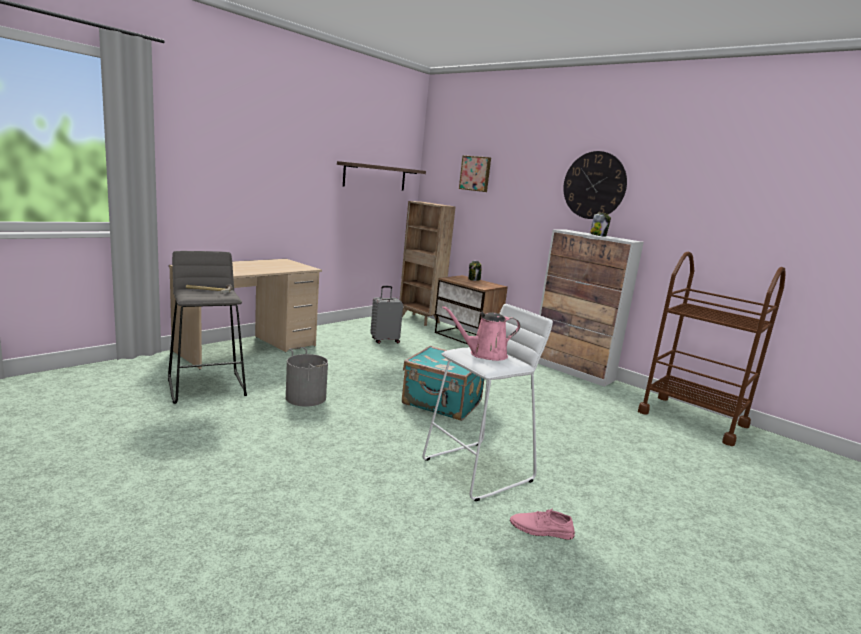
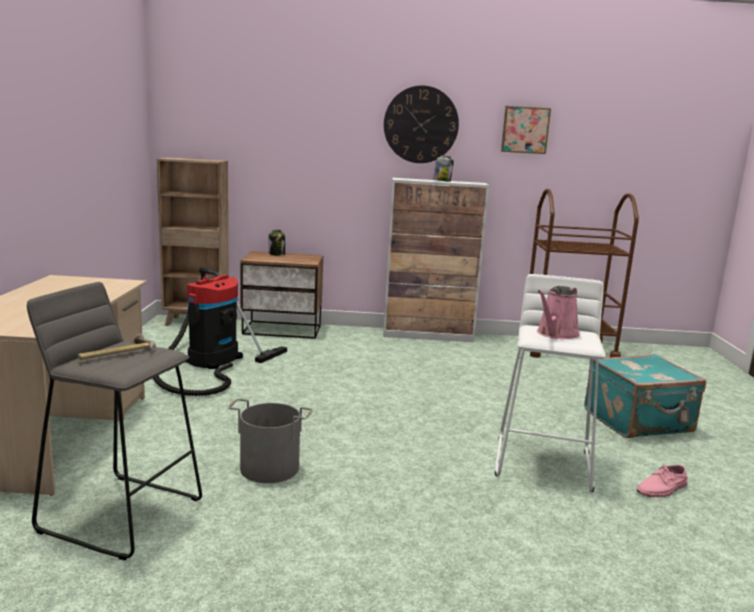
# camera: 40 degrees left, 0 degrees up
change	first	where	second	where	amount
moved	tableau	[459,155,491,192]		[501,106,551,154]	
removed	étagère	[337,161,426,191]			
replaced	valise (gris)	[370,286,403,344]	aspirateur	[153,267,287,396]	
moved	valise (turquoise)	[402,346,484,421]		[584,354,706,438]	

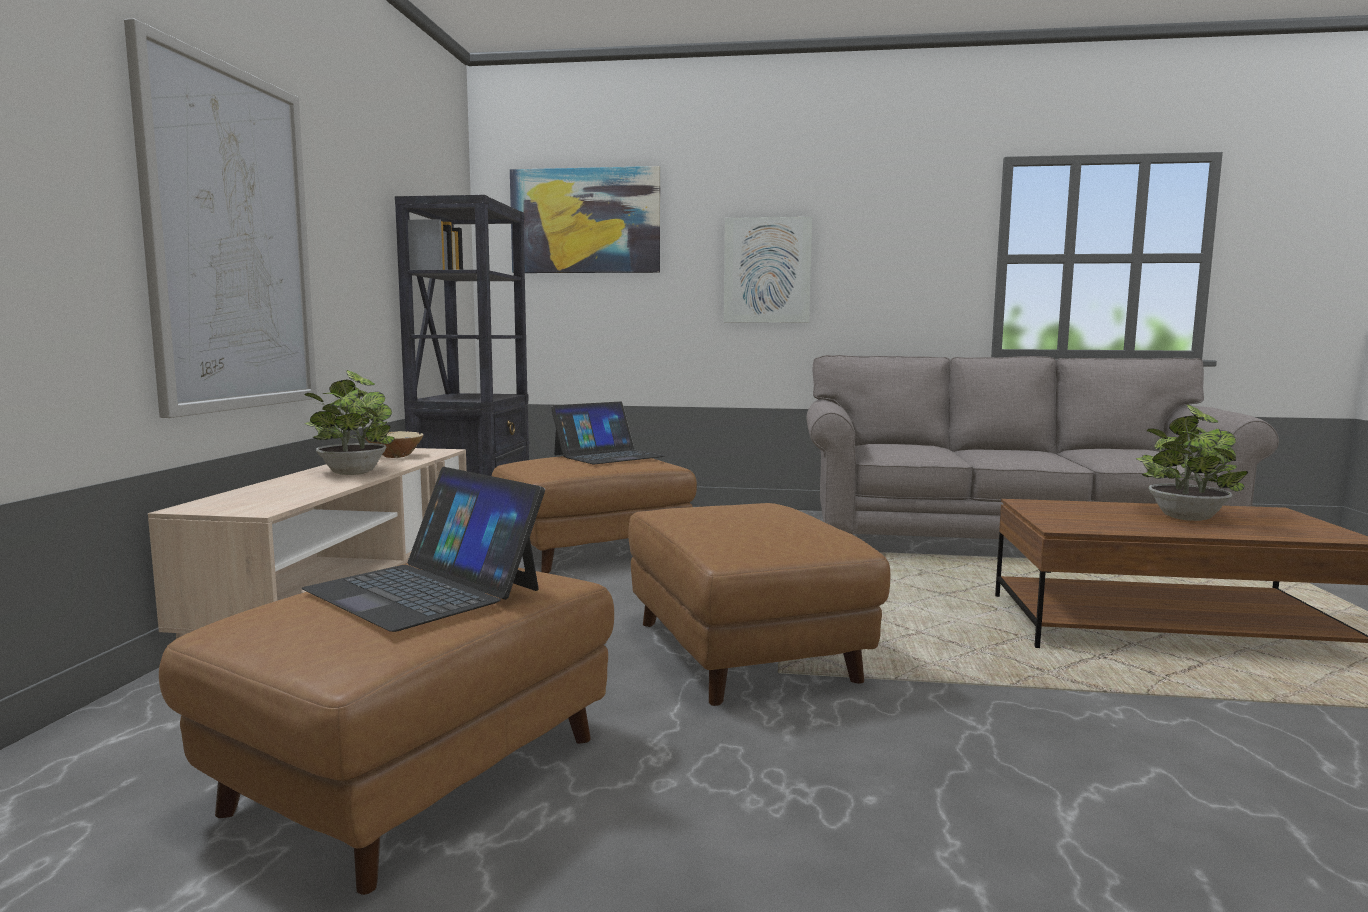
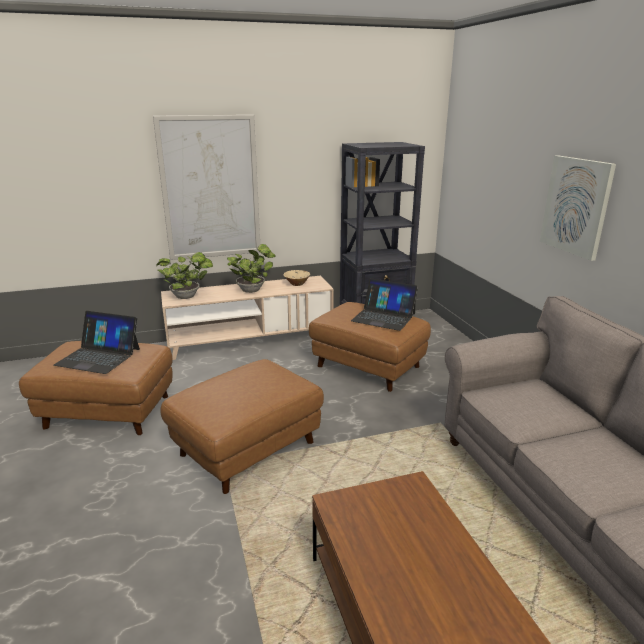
# camera: 65 degrees right, 15 degrees up
change	first	where	second	where	amount
removed	tableau	[510,166,660,273]			
moved	plante en pot	[1136,405,1248,521]		[156,252,213,299]	
turned	ordinateur portable	[302,467,545,632]		[53,311,140,374]	90 degrees counterclockwise

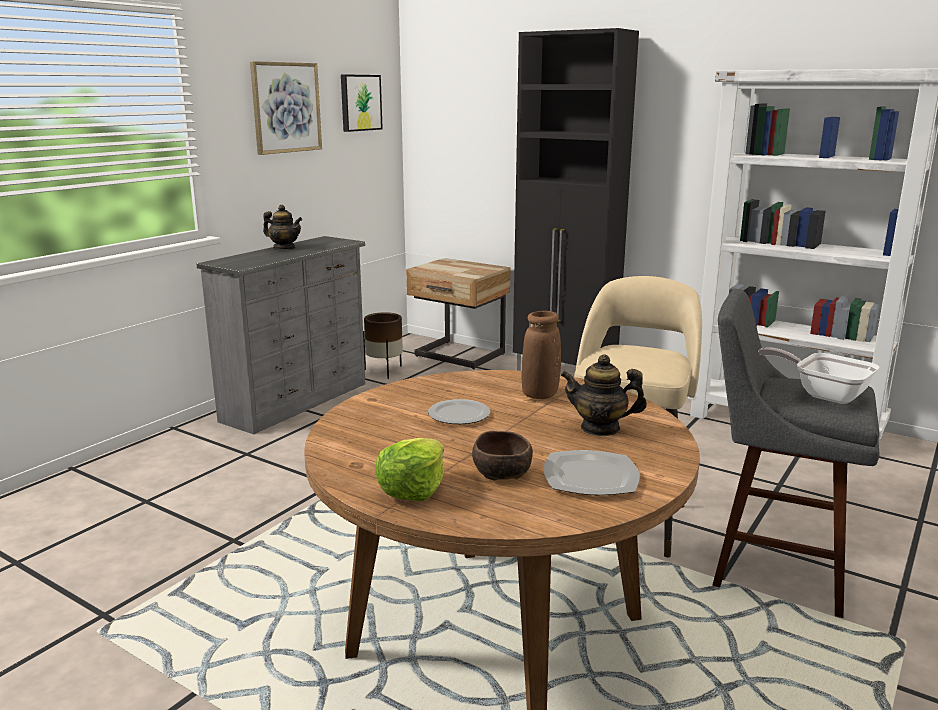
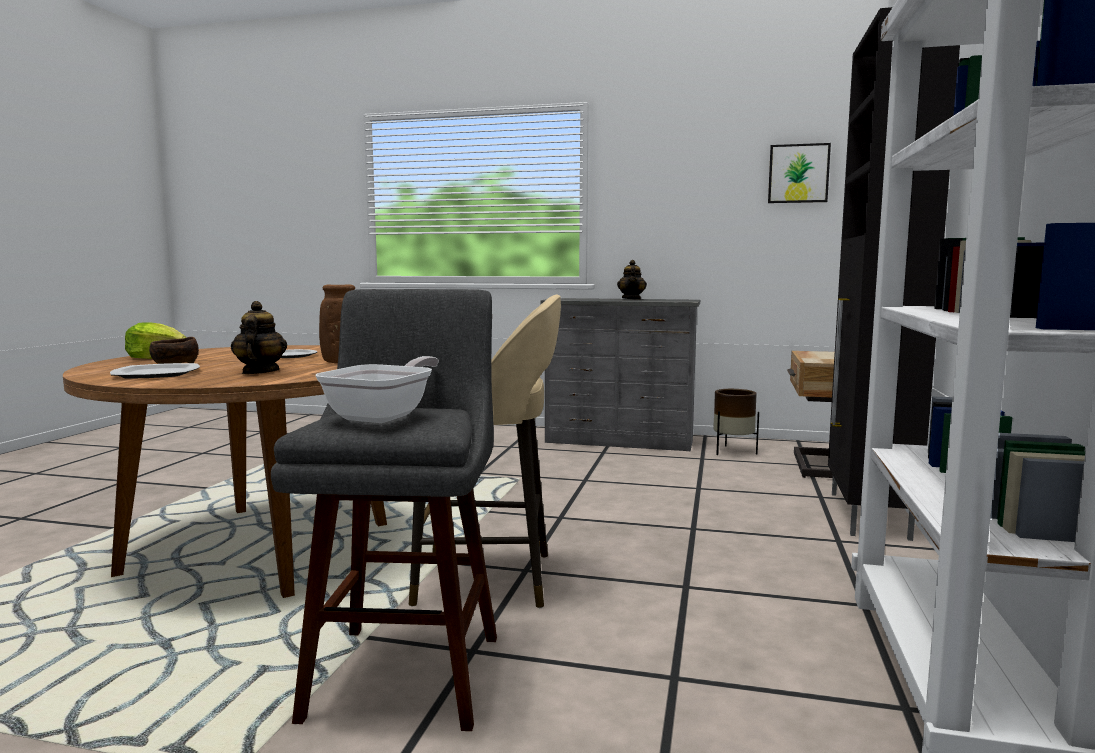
# camera: 70 degrees right, 10 degrees down
change	first	where	second	where	amount
removed	tableau	[250,61,322,155]			

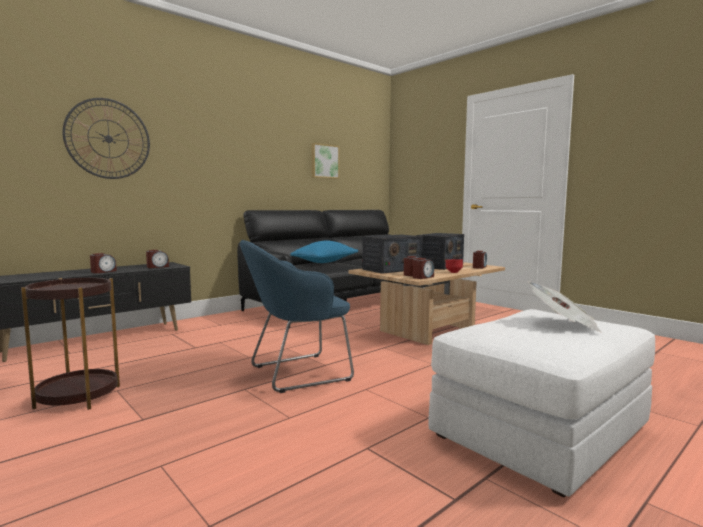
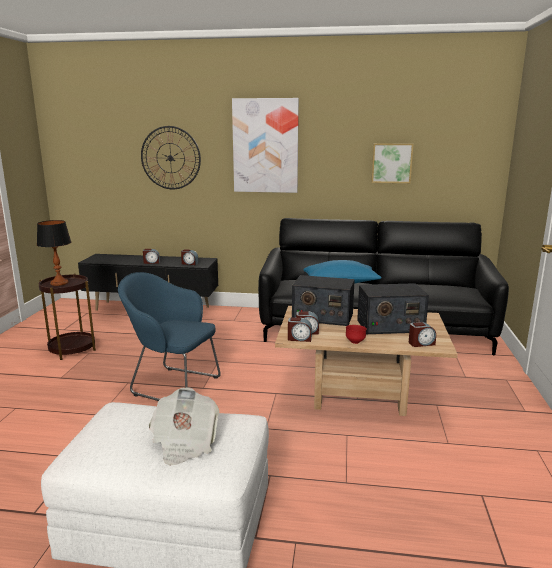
# camera: 50 degrees right, 10 degrees up
change	first	where	second	where	amount
added			tableau	[232,98,299,193]	
added			lampe de table	[37,220,71,286]	

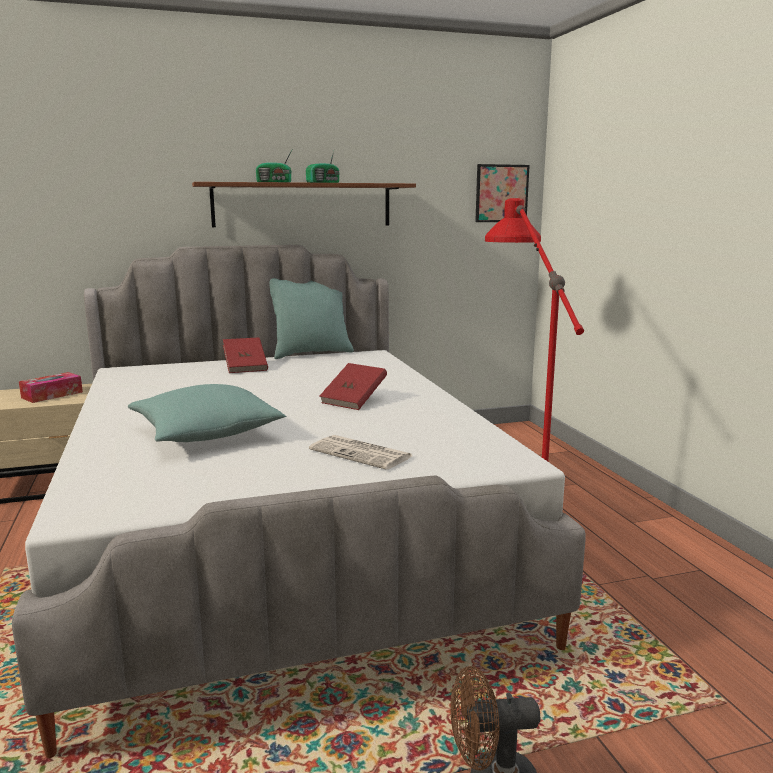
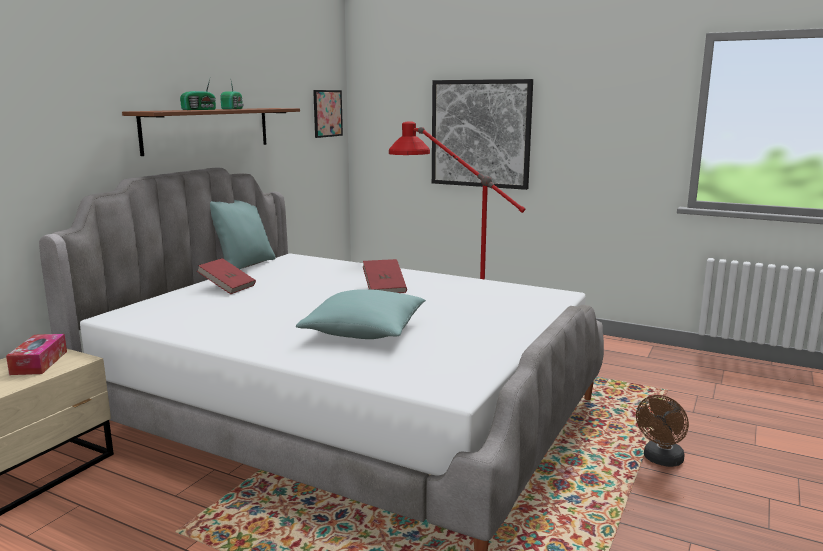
# camera: 45 degrees left, 0 degrees up
change	first	where	second	where	amount
removed	journal	[309,435,412,470]			
added			tableau	[432,79,533,190]	

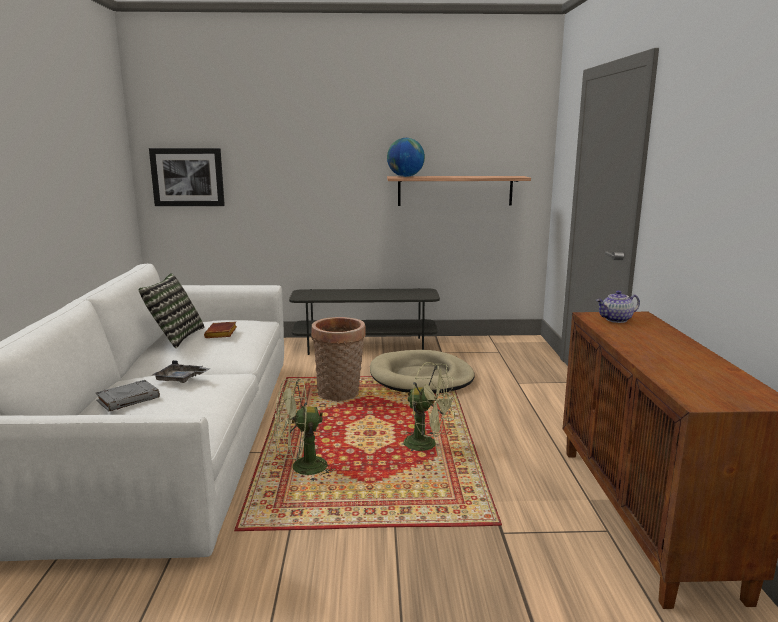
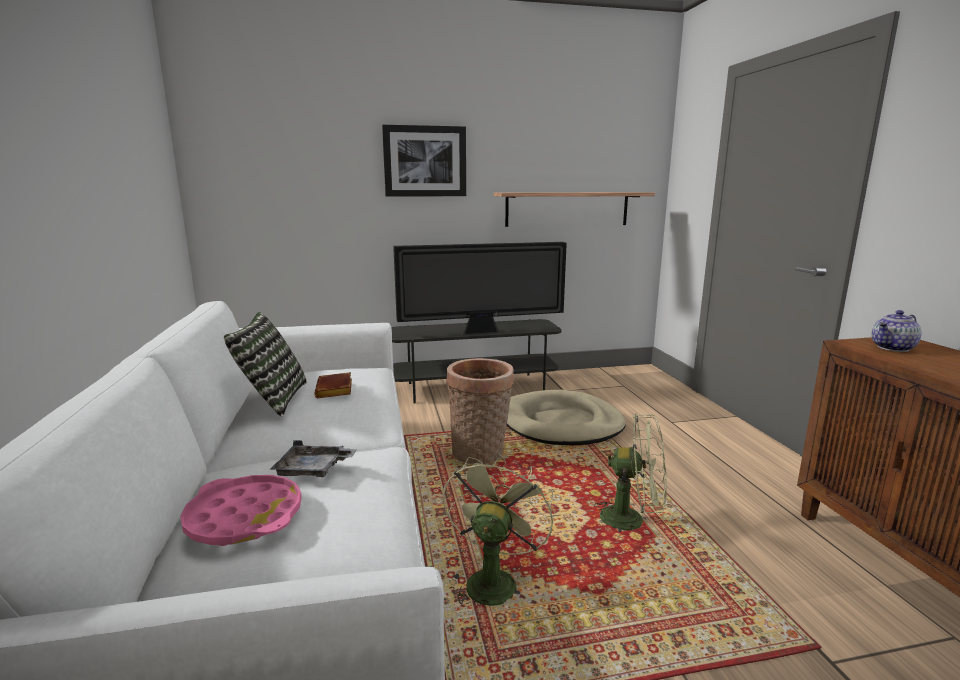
# camera: 10 degrees left, 0 degrees up
change	first	where	second	where	amount
removed	globe	[387,138,425,177]			
moved	tableau	[149,148,225,206]		[382,125,466,197]	
turned	ventilateur (vert)	[274,379,335,482]		[443,453,553,607]	135 degrees clockwise
replaced	livre (gris)	[96,380,160,411]	plateau (rose)	[180,475,302,546]	
added			téléviseur	[393,242,567,335]	

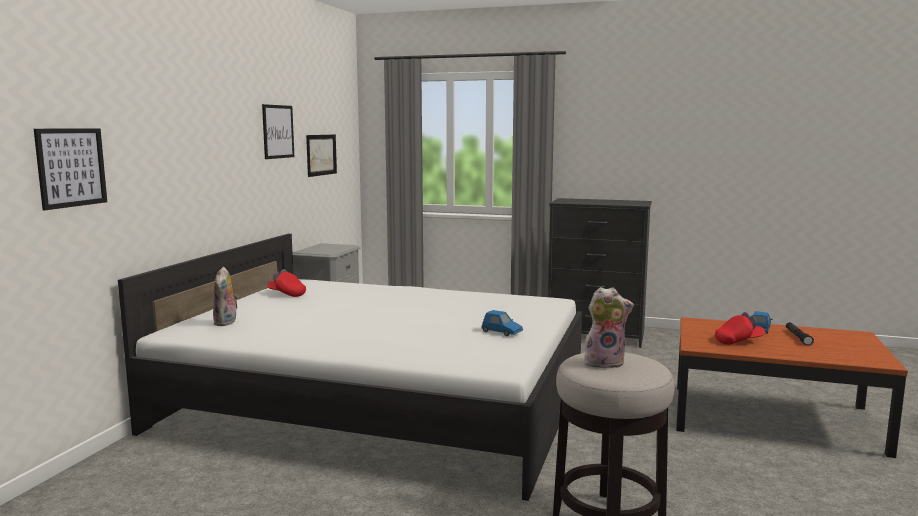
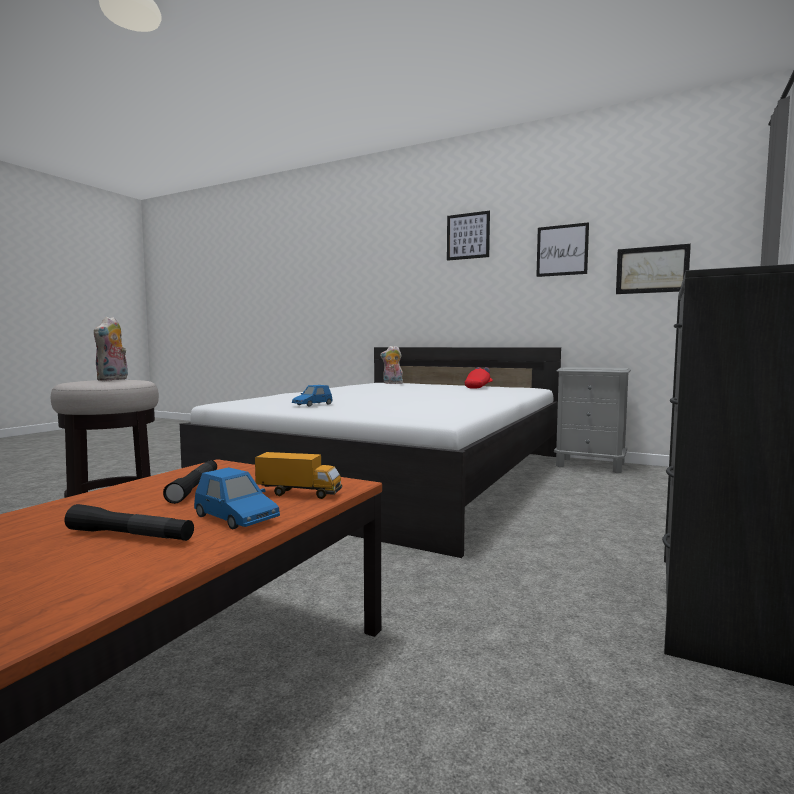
# camera: 100 degrees right, 5 degrees down
change	first	where	second	where	amount
moved	tableau	[34,128,107,210]		[447,211,490,261]	
replaced	casquette (rouge)	[715,312,765,345]	lampe de poche (noir)	[163,460,217,504]	
added			camion jouet	[255,452,342,499]	

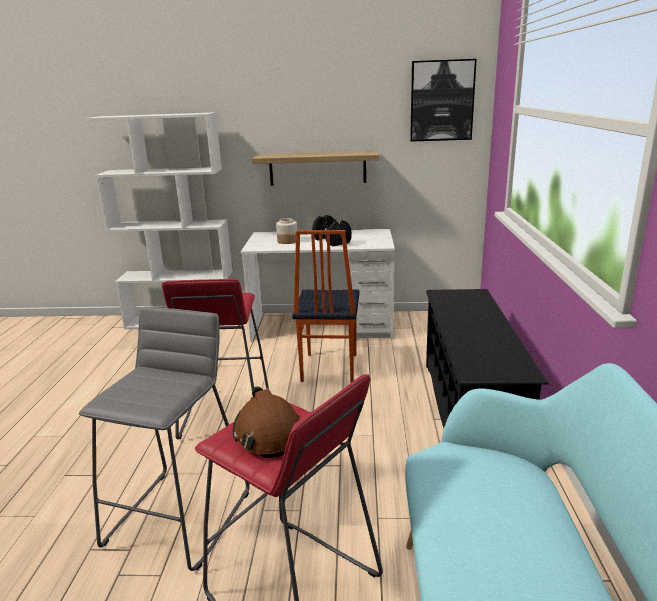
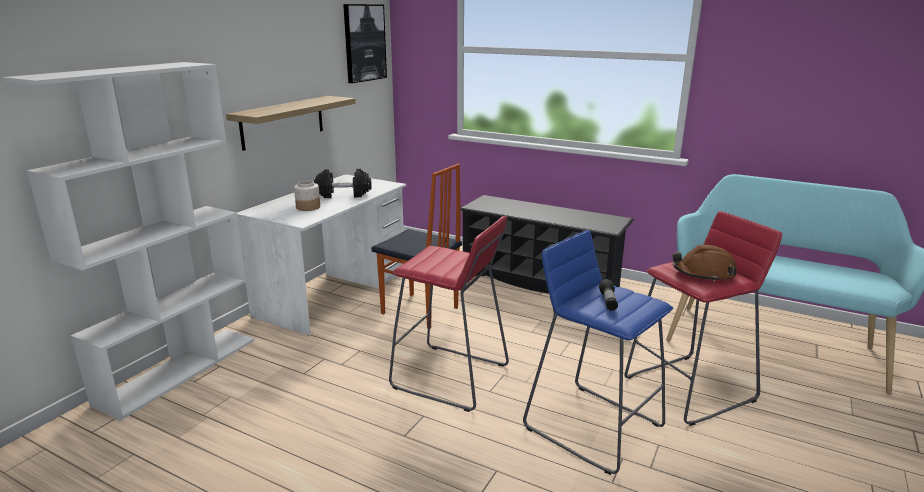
# camera: 65 degrees left, 0 degrees up
change	first	where	second	where	amount
recoloured	tabouret (gris)	[79,306,250,571]	tabouret (bleu)	[523,230,673,475]	
added			lampe de poche	[599,279,618,311]	

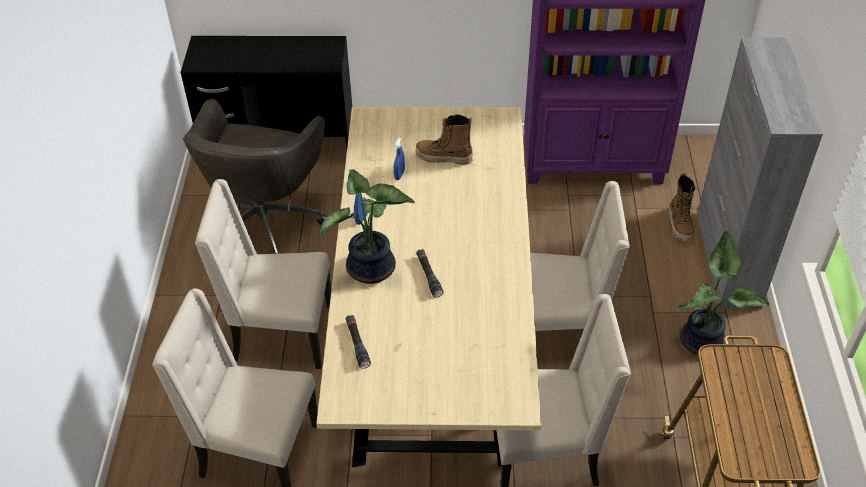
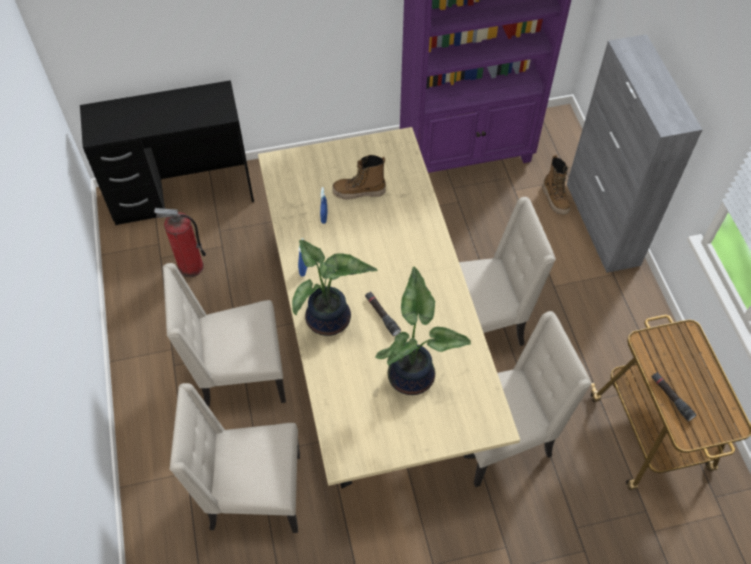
# camera: 15 degrees left, 10 degrees up
change	first	where	second	where	amount
replaced	chaise de bureau (gris)	[183,99,327,254]	extincteur	[154,208,206,277]	
moved	plante en pot	[675,230,769,355]		[375,267,471,395]	
moved	lampe de poche (noir)	[346,315,371,369]		[651,372,696,421]	

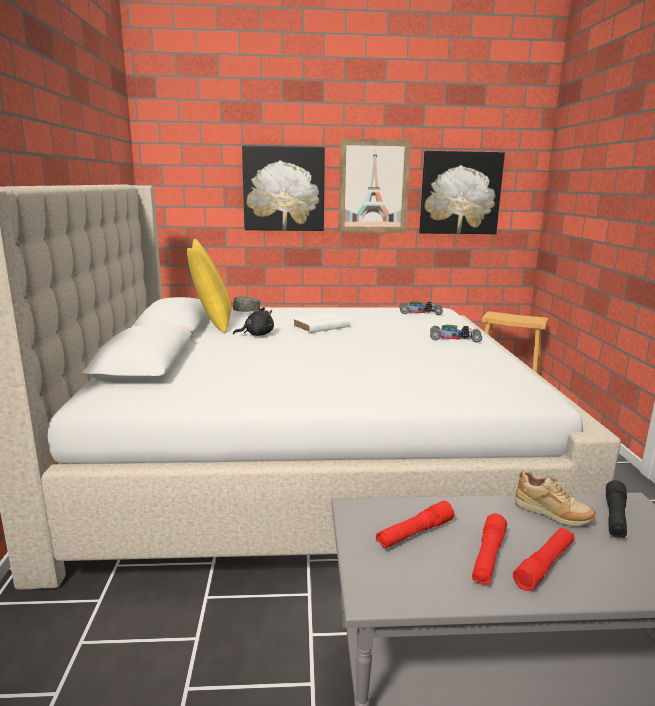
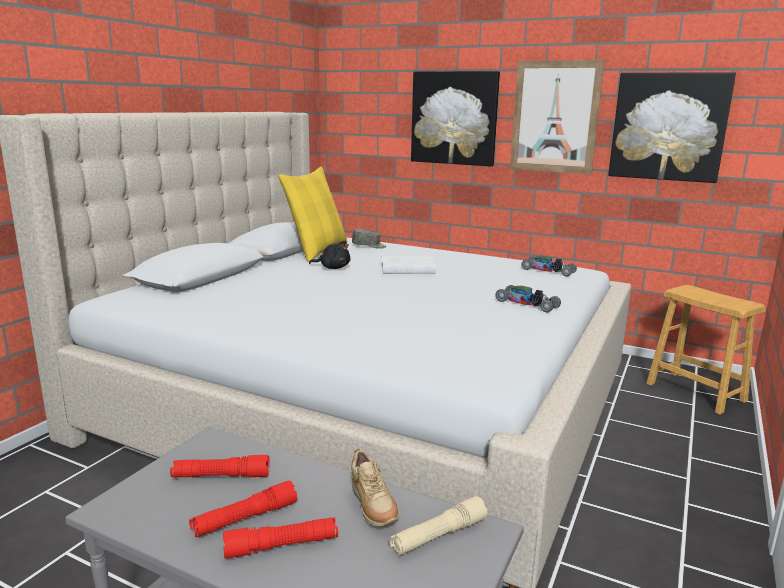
# camera: 30 degrees right, 0 degrees up
change	first	where	second	where	amount
recoloured	lampe de poche (noir)	[606,480,627,538]	lampe de poche (beige)	[389,496,487,555]	

